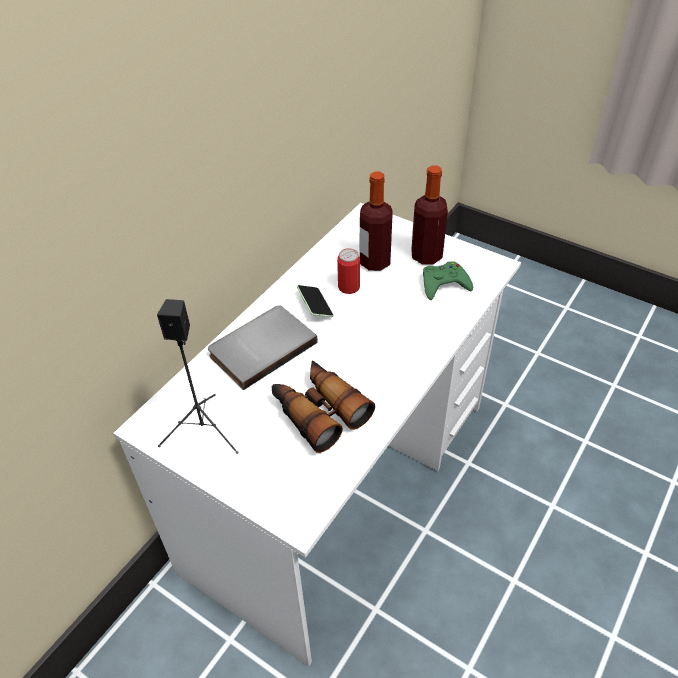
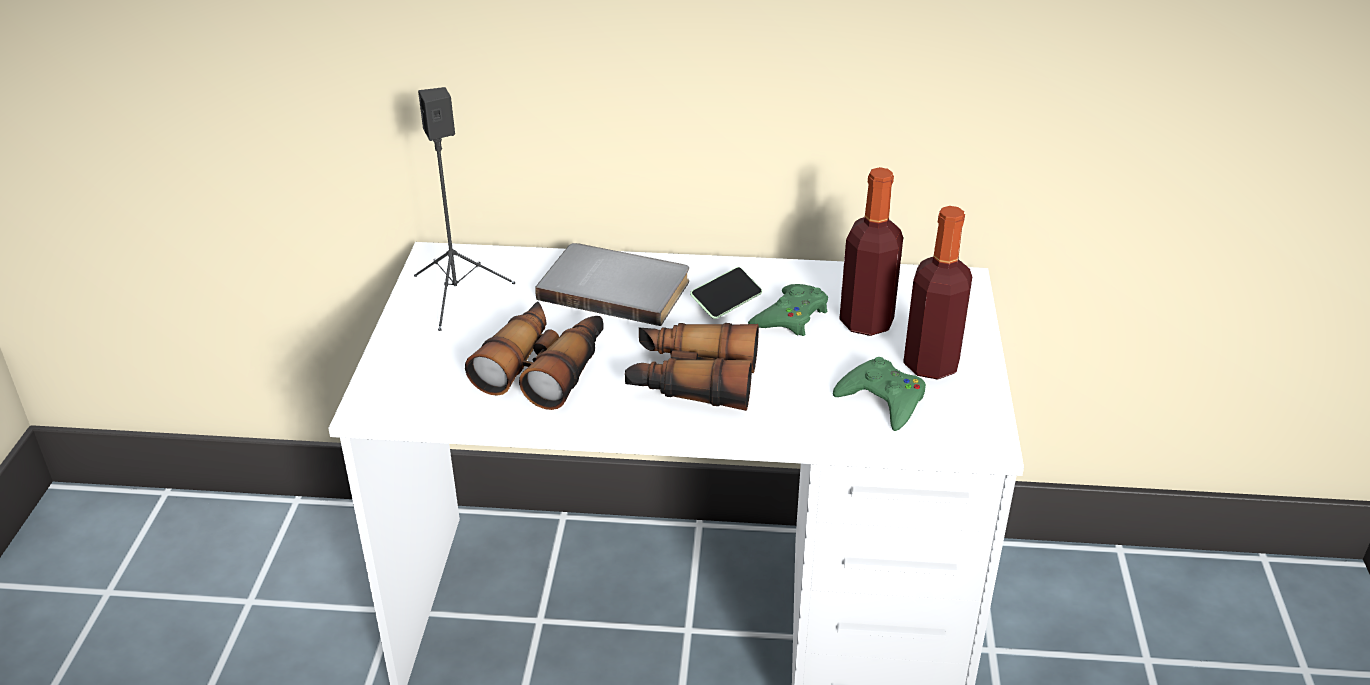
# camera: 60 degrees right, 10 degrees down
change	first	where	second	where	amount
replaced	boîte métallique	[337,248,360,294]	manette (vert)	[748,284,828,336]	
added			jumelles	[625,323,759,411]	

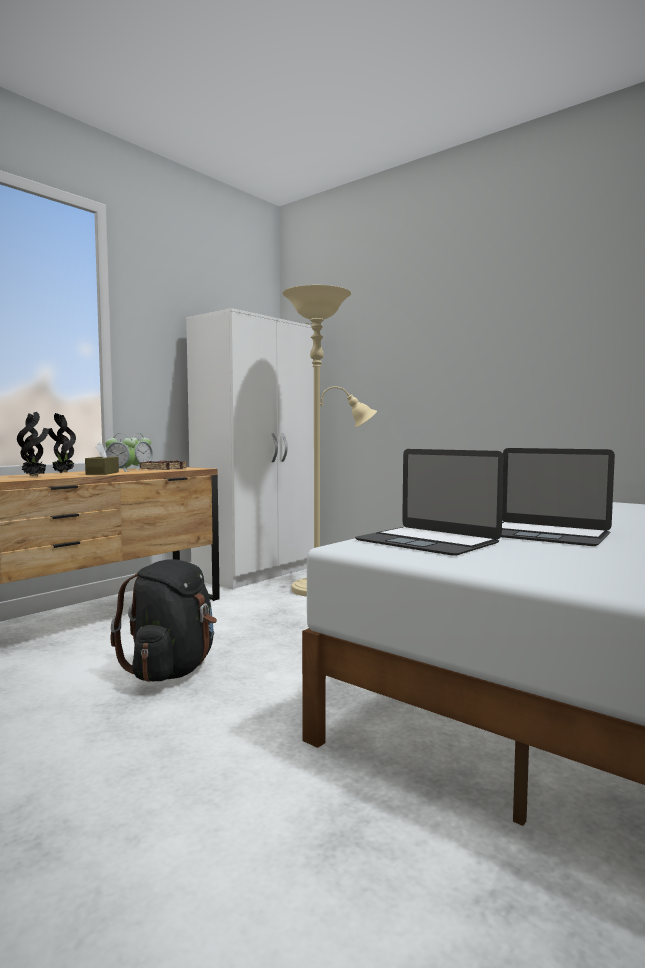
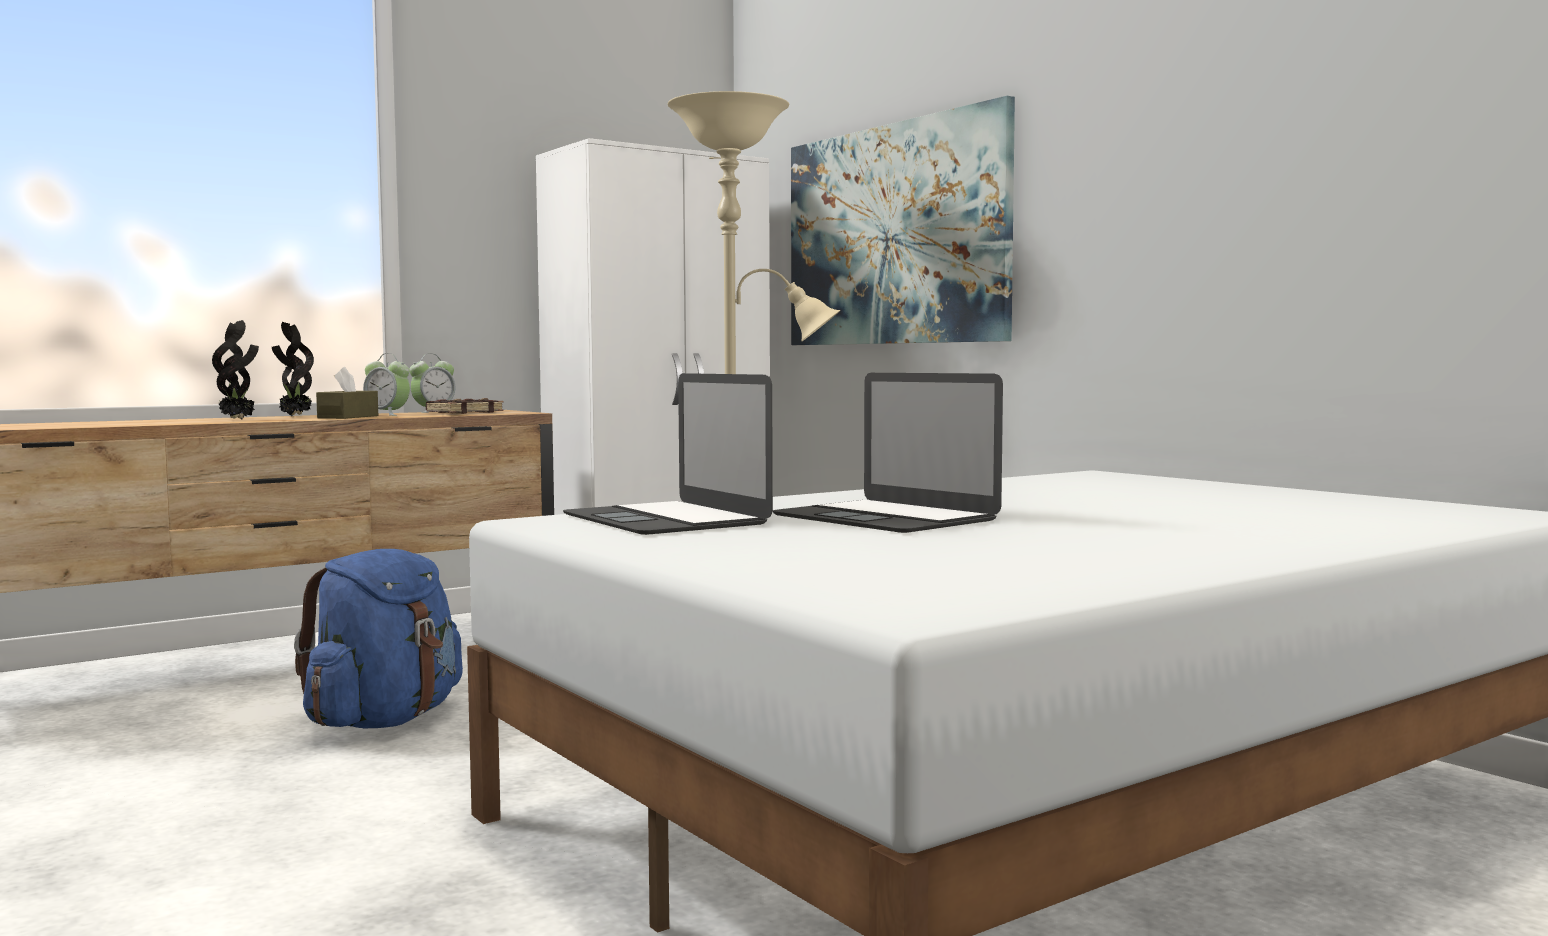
# camera: 15 degrees right, 0 degrees up
change	first	where	second	where	amount
recoloured	sac à dos (noir)	[110,559,217,682]	sac à dos (bleu)	[294,549,463,728]	
added			tableau	[791,96,1015,345]	

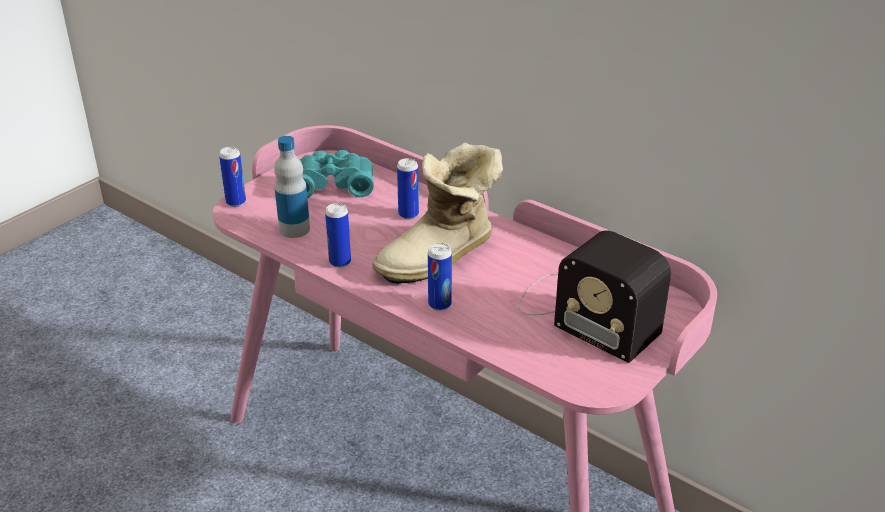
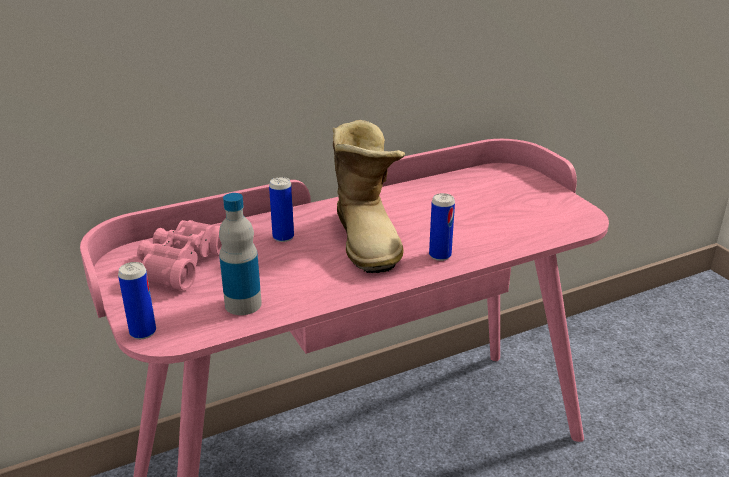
# camera: 65 degrees left, 5 degrees down
change	first	where	second	where	amount
recoloured	jumelles (turquoise)	[300,150,374,198]	jumelles (rose)	[137,220,222,291]	
removed	boîte métallique	[325,203,351,268]			
removed	radio	[518,230,671,363]			

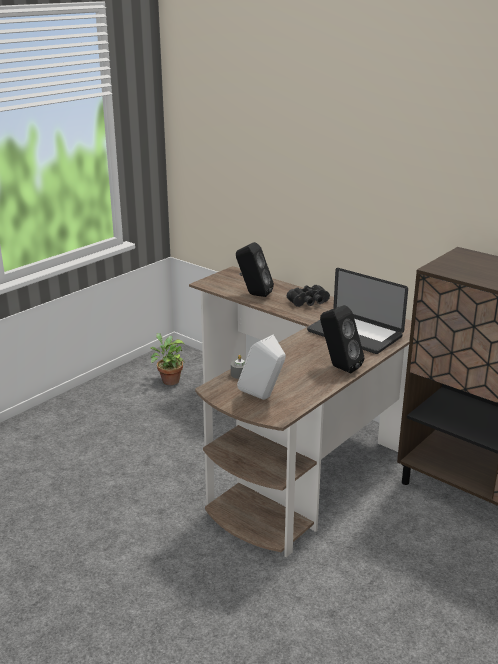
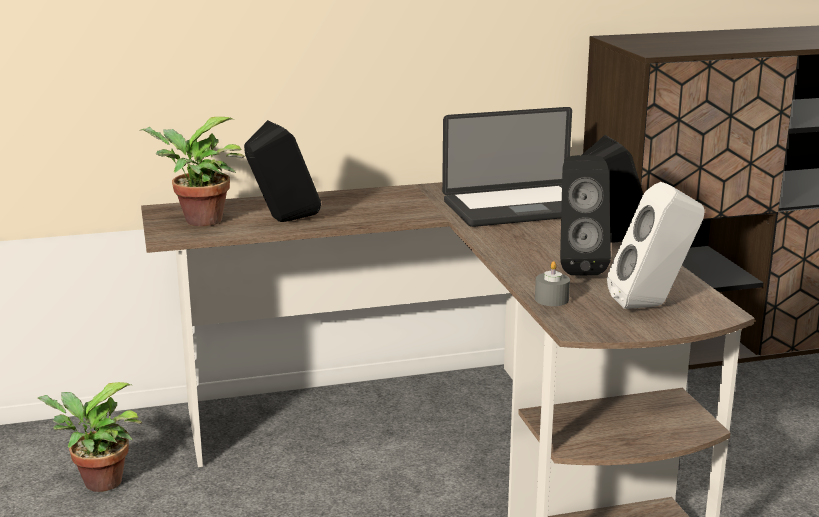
# camera: 55 degrees left, 5 degrees down
change	first	where	second	where	amount
removed	jumelles (noir)	[287,285,330,307]			
added			plante en pot	[141,117,245,226]	
added			enceinte (noir)	[560,155,611,275]	

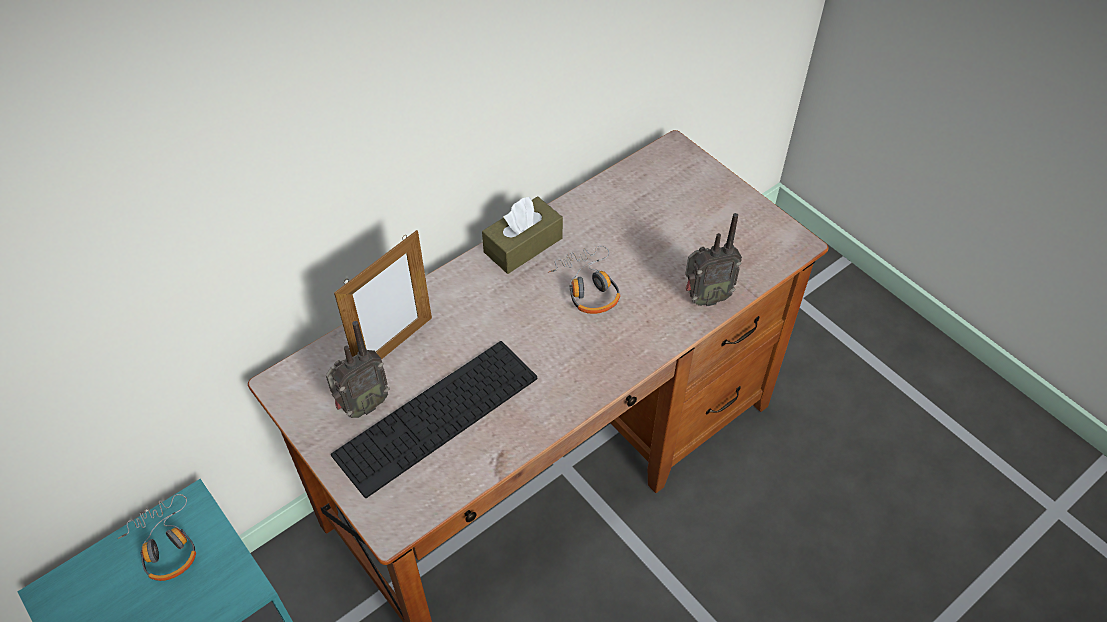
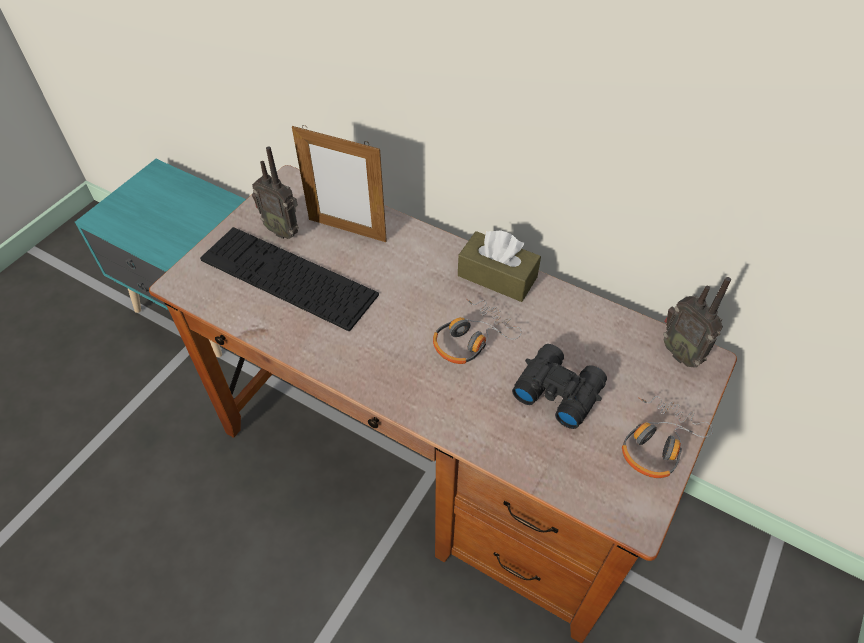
# camera: 70 degrees right, 0 degrees up
change	first	where	second	where	amount
moved	radio	[685,213,742,306]		[663,277,731,367]	
moved	casque audio	[118,494,196,581]		[622,396,713,478]	
added			jumelles (noir)	[512,344,607,429]	

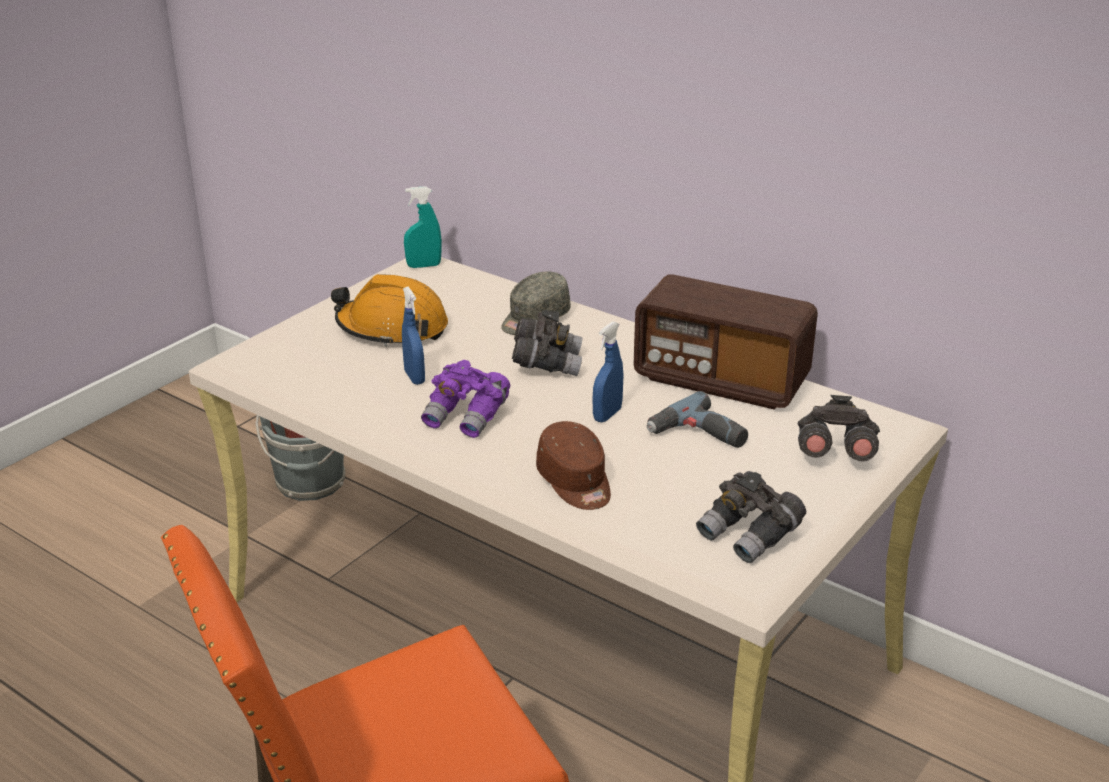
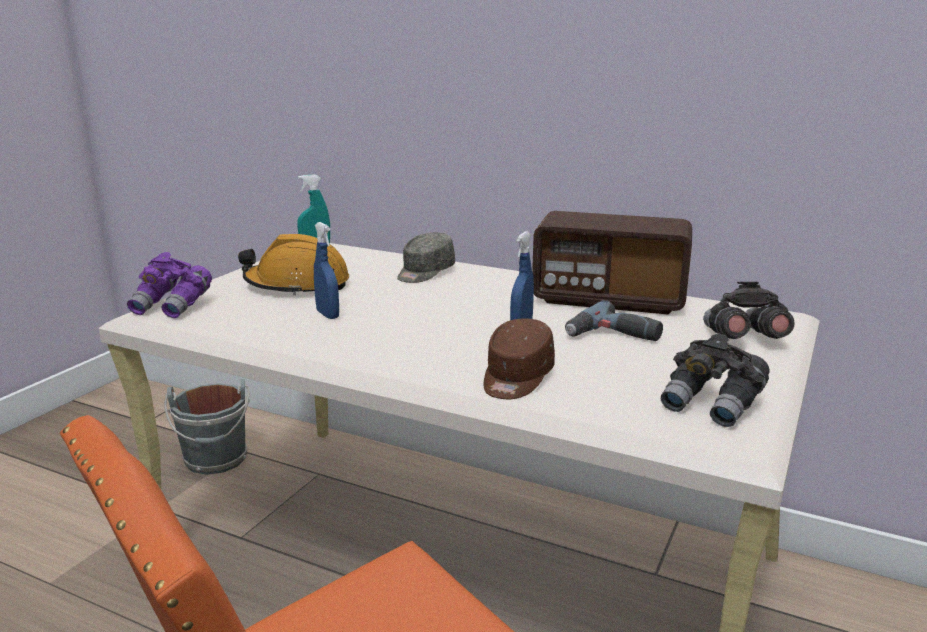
# camera: 10 degrees left, 10 degrees down
change	first	where	second	where	amount
removed	jumelles (gris)	[512,310,582,376]			
moved	jumelles (violet)	[421,360,510,438]		[127,252,212,318]	
turned	casquette (marron)	[536,421,611,510]		[484,318,555,399]	60 degrees clockwise

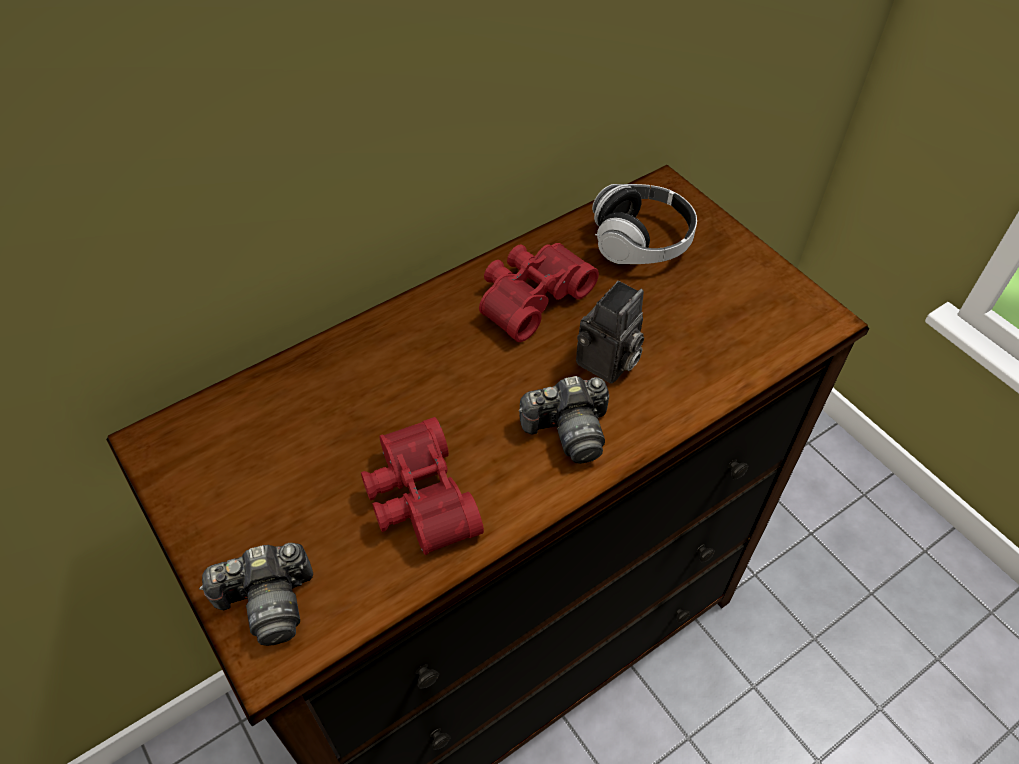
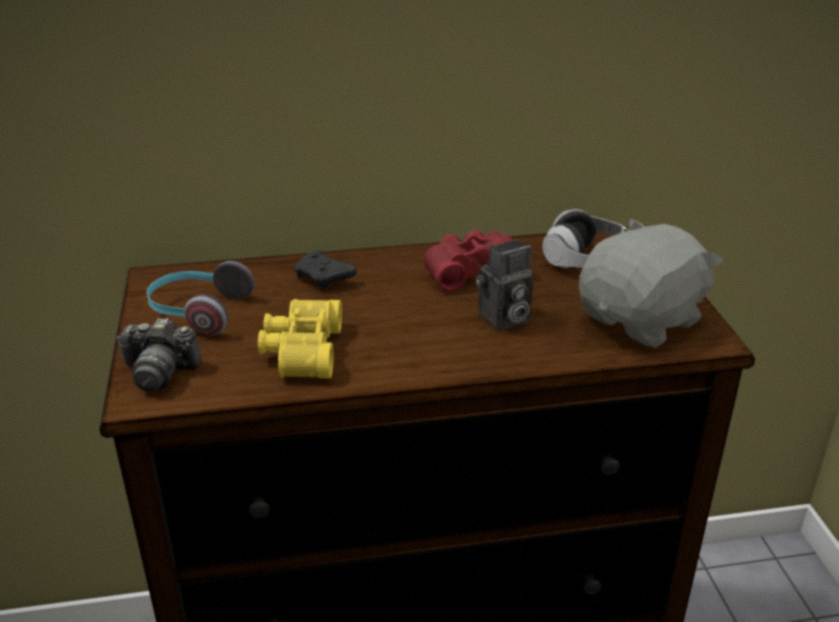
# camera: 25 degrees right, 20 degrees down
change	first	where	second	where	amount
removed	appareil photo	[519,376,609,464]			
recoloured	jumelles (rouge)	[361,417,484,555]	jumelles (jaune)	[258,299,342,378]	
added			peluche (gris)	[579,218,723,348]	
added			manette (noir)	[294,250,357,289]	
added			casque audio	[147,261,254,335]	

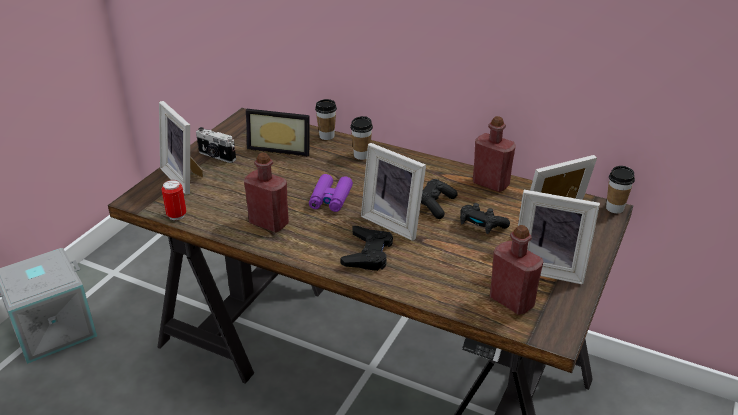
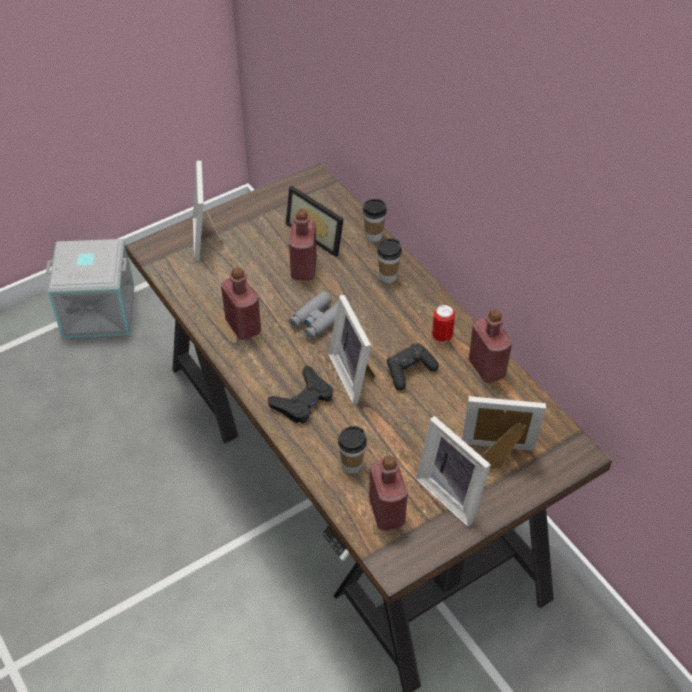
# camera: 30 degrees right, 15 degrees up
change	first	where	second	where	amount
removed	appareil photo	[196,127,236,163]			
moved	tasse	[606,166,635,213]		[338,426,367,474]	
recoloured	jumelles (violet)	[309,174,353,212]	jumelles (gris)	[289,291,338,340]	
moved	boîte métallique	[161,180,186,220]		[432,304,455,343]	
removed	manette (noir)	[460,203,510,234]			
added			bouteille (rouge)	[289,209,317,281]	

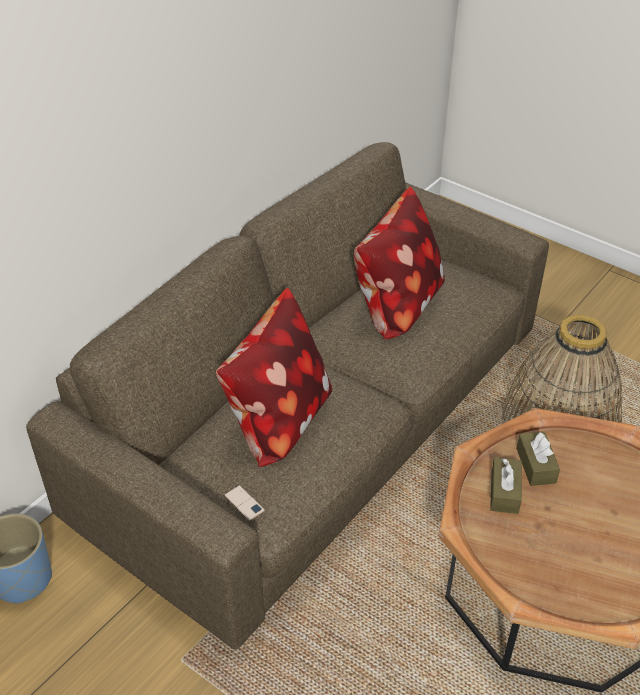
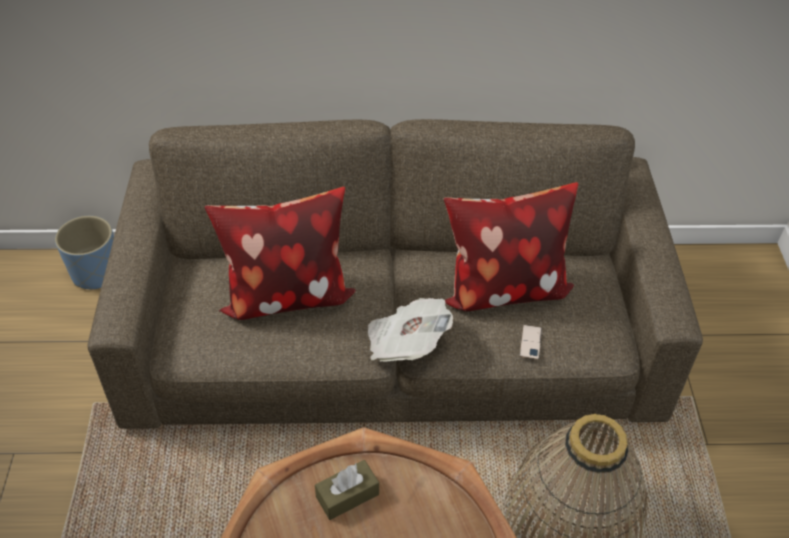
# camera: 50 degrees right, 5 degrees up
change	first	where	second	where	amount
removed	boîte à mouchoirs (marron)	[516,432,560,486]			
moved	téléphone	[224,485,265,521]		[520,325,542,360]	
added			journal	[368,298,453,362]	

